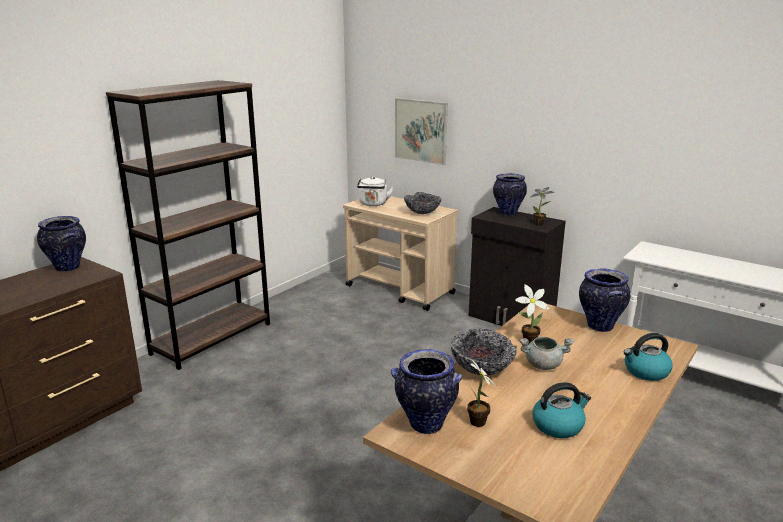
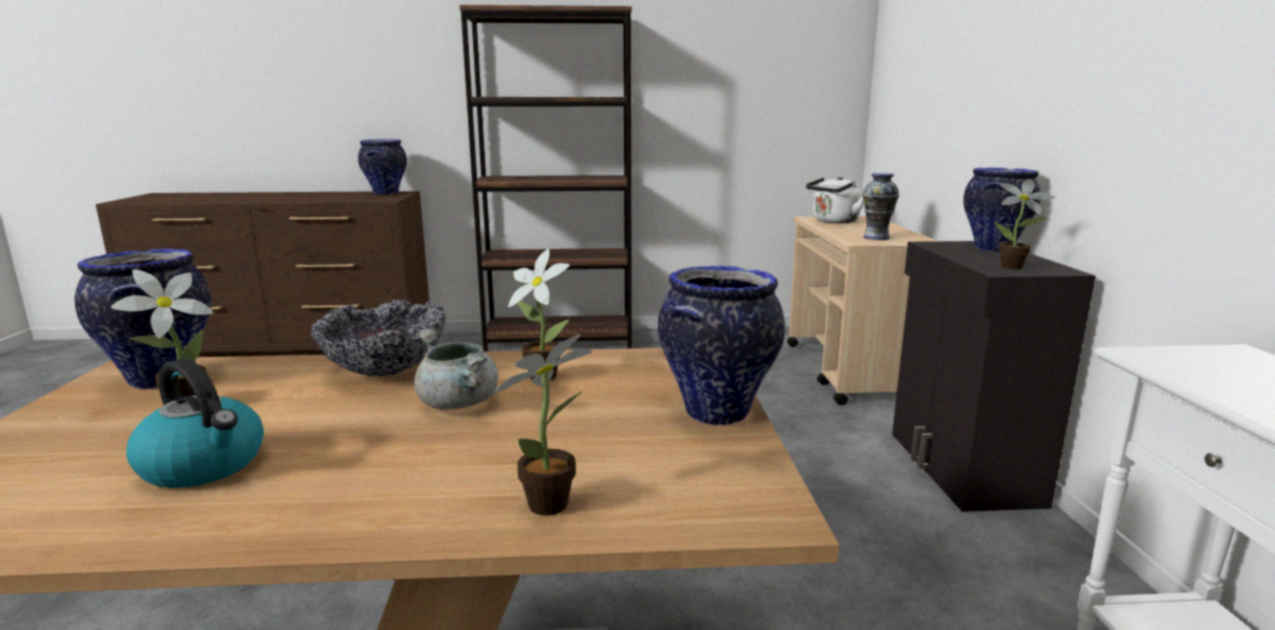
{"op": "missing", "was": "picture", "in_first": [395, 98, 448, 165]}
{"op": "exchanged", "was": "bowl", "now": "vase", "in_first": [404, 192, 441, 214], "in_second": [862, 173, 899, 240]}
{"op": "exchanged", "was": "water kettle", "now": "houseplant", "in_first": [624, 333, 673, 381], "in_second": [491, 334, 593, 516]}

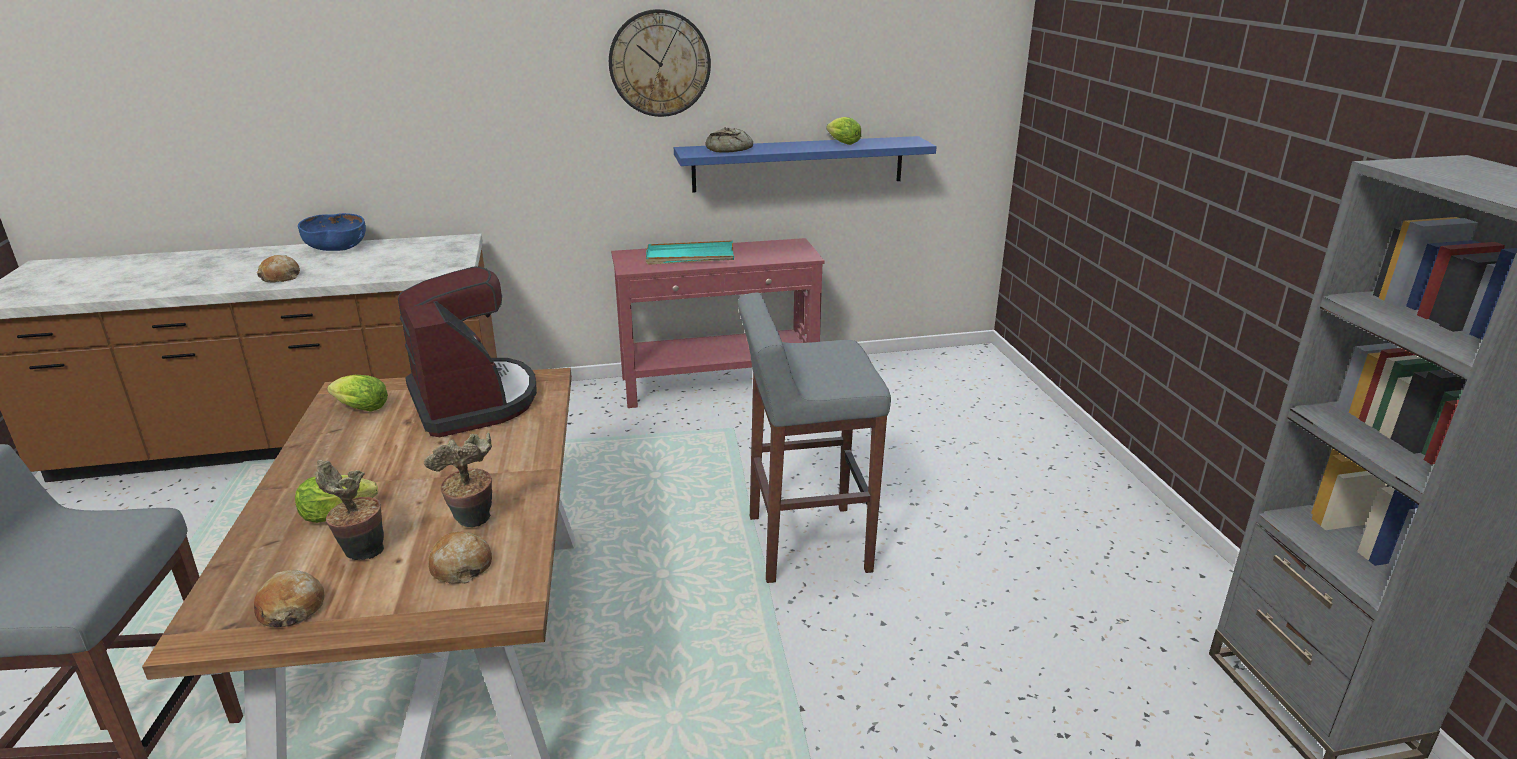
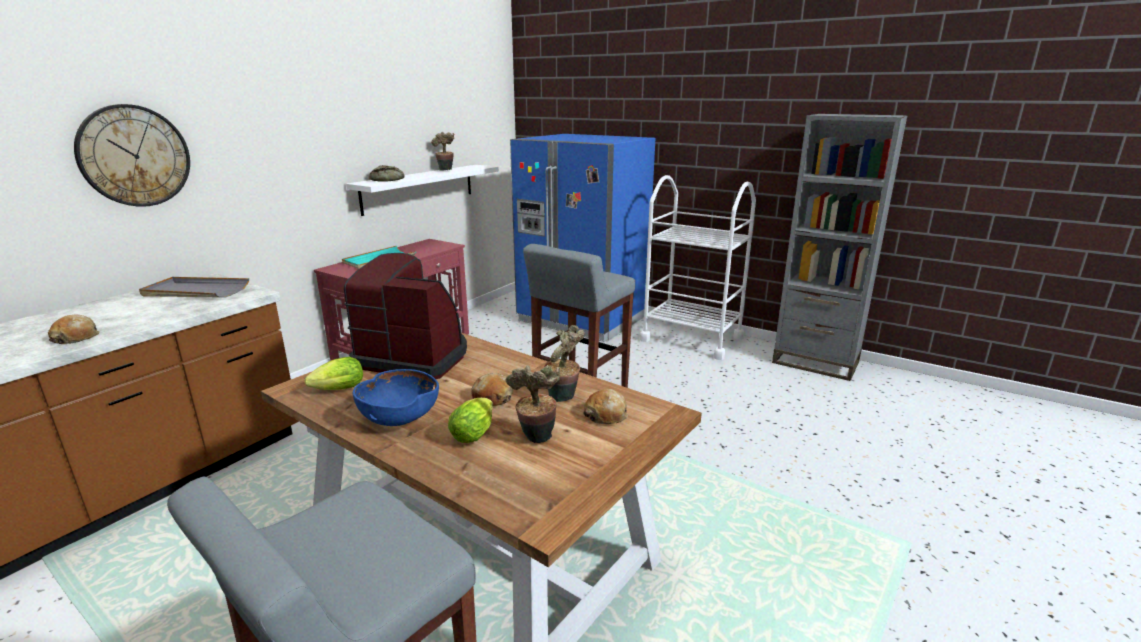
{"op": "relocated", "was": "wall clock", "in_first": [609, 9, 711, 117], "in_second": [74, 104, 190, 207]}
{"op": "exchanged", "was": "head of lettuce", "now": "houseplant", "in_first": [826, 117, 861, 145], "in_second": [431, 132, 454, 170]}
{"op": "colour", "was": "blue wall shelf", "now": "white wall shelf", "in_first": [674, 136, 937, 192], "in_second": [346, 165, 499, 216]}
{"op": "relocated", "was": "blue bowl", "in_first": [298, 213, 366, 251], "in_second": [353, 369, 439, 426]}
{"op": "relocated", "was": "bread", "in_first": [254, 570, 325, 627], "in_second": [471, 373, 513, 406]}
{"op": "appeared", "now": "blue refrigerator", "in_second": [510, 134, 655, 342]}
{"op": "appeared", "now": "white trolley", "in_second": [640, 175, 756, 360]}
{"op": "appeared", "now": "grey tray", "in_second": [139, 277, 249, 298]}

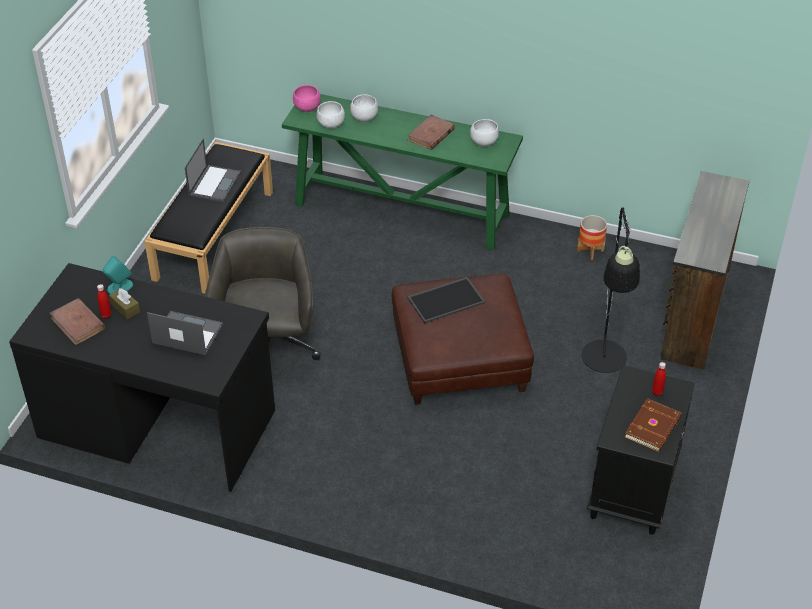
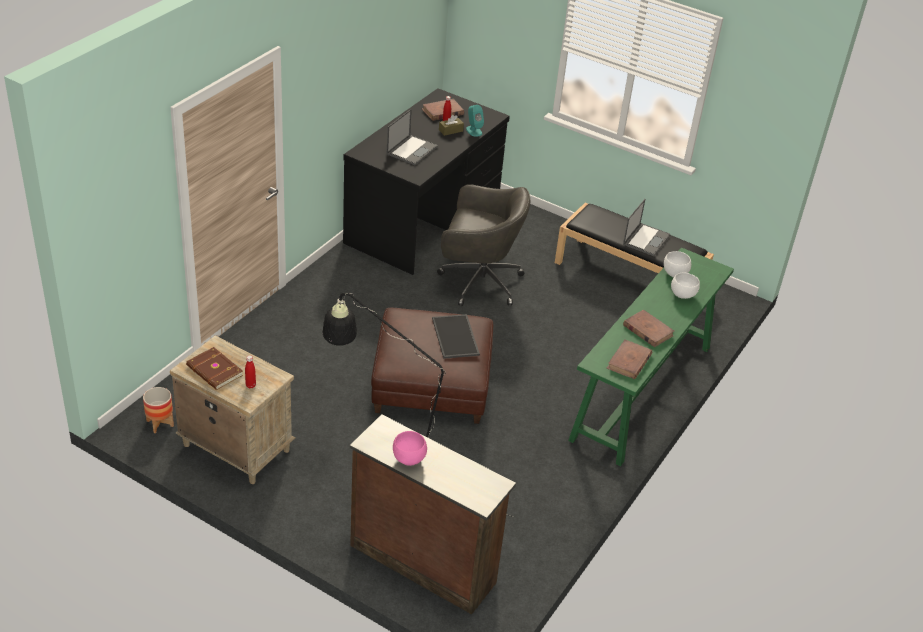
{"op": "relocated", "was": "pink-coloured bowl", "in_first": [293, 85, 321, 112], "in_second": [393, 431, 427, 466]}
{"op": "exchanged", "was": "white bowl", "now": "brown-coloured bound book", "in_first": [470, 119, 499, 146], "in_second": [607, 340, 652, 379]}
{"op": "spun", "was": "notebook computer", "in_first": [185, 139, 241, 202], "in_second": [623, 199, 670, 256], "clockwise": -90}
{"op": "relocated", "was": "flower pot", "in_first": [577, 215, 607, 260], "in_second": [143, 387, 174, 433]}
{"op": "colour", "was": "blackish bedside table", "now": "beige bedside table", "in_first": [587, 366, 695, 535], "in_second": [170, 336, 295, 484]}

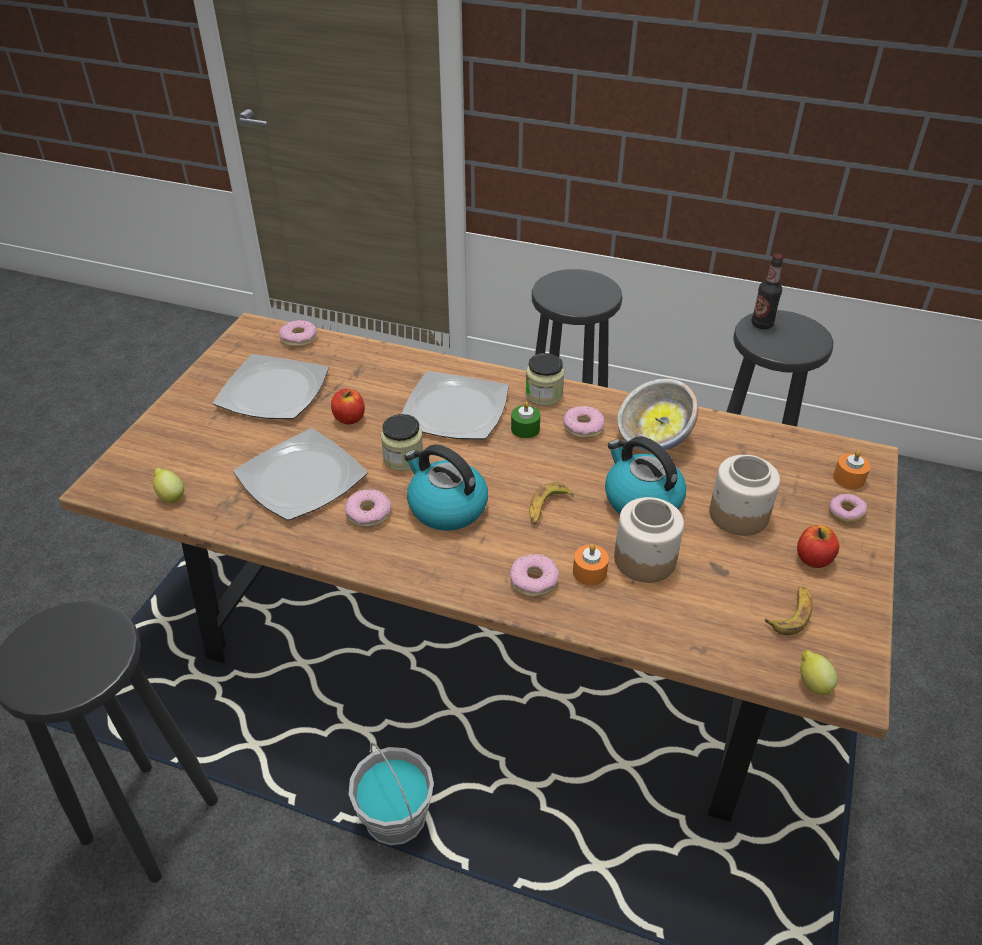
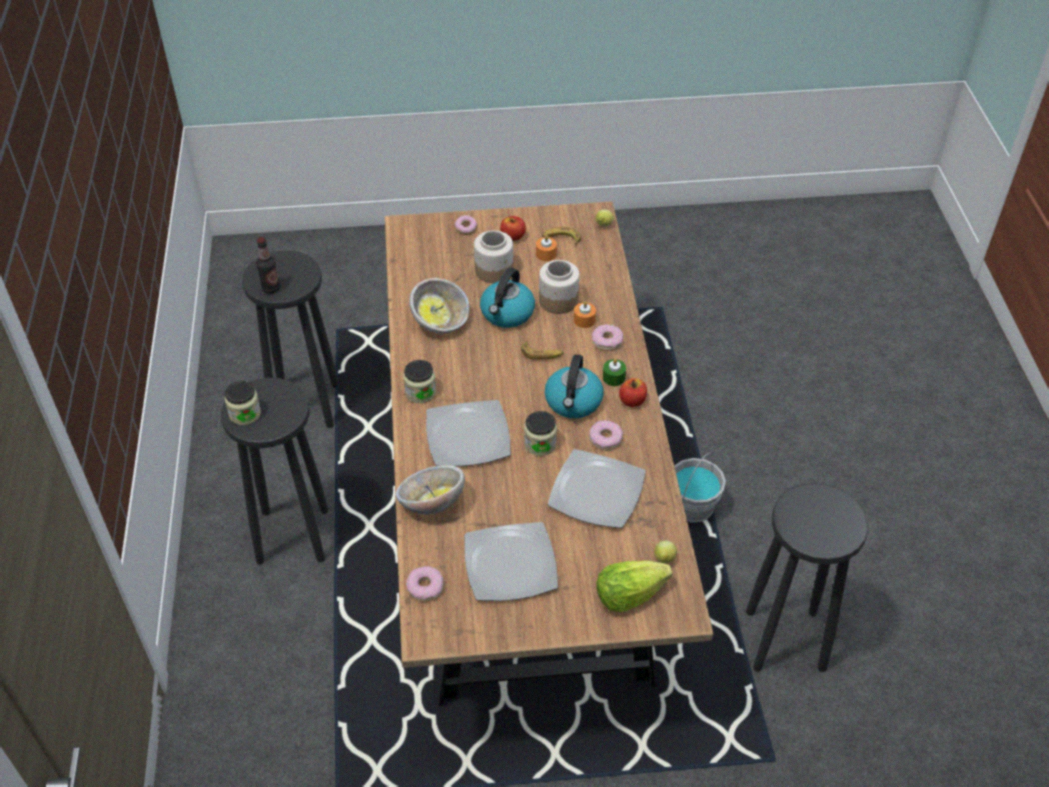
{"op": "relocated", "was": "whole apple", "in_first": [331, 389, 365, 425], "in_second": [619, 378, 647, 407]}
{"op": "relocated", "was": "green-coloured wax light", "in_first": [511, 401, 541, 438], "in_second": [603, 358, 626, 386]}
{"op": "missing", "was": "donut", "in_first": [563, 406, 604, 438]}
{"op": "relocated", "was": "orange wax light", "in_first": [833, 451, 871, 489], "in_second": [536, 235, 557, 261]}
{"op": "appeared", "now": "jar", "in_second": [225, 381, 261, 425]}
{"op": "appeared", "now": "bowl", "in_second": [396, 465, 465, 514]}
{"op": "appeared", "now": "head of lettuce", "in_second": [596, 560, 672, 612]}

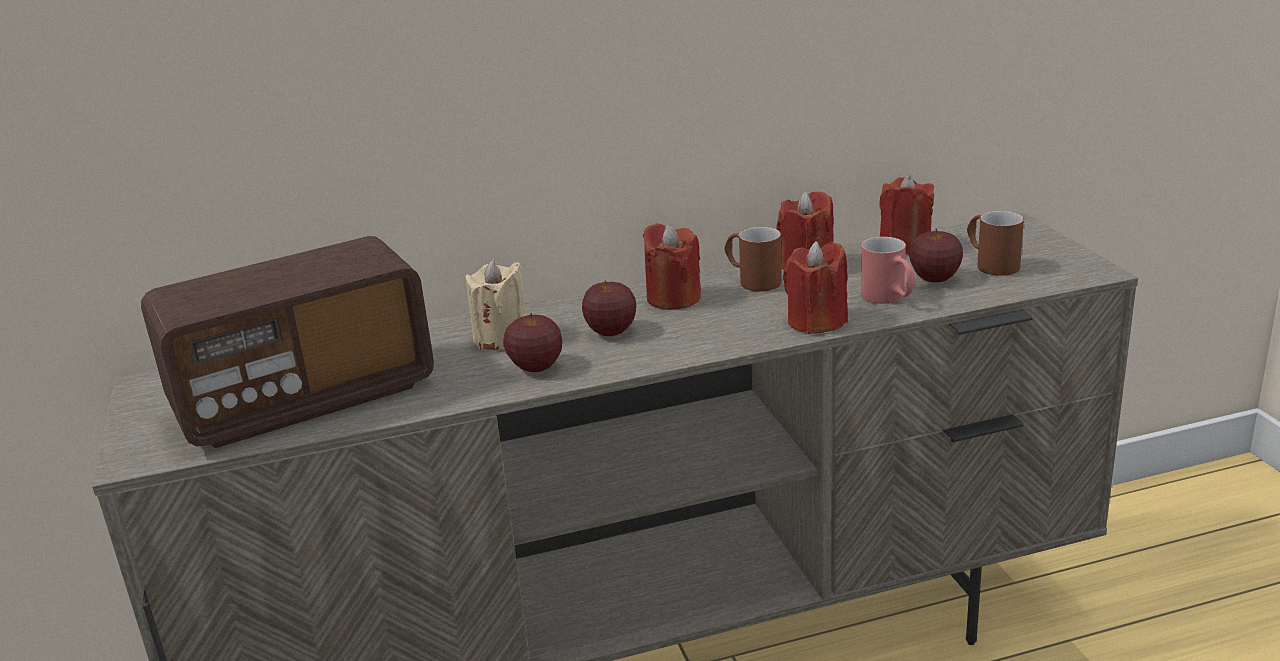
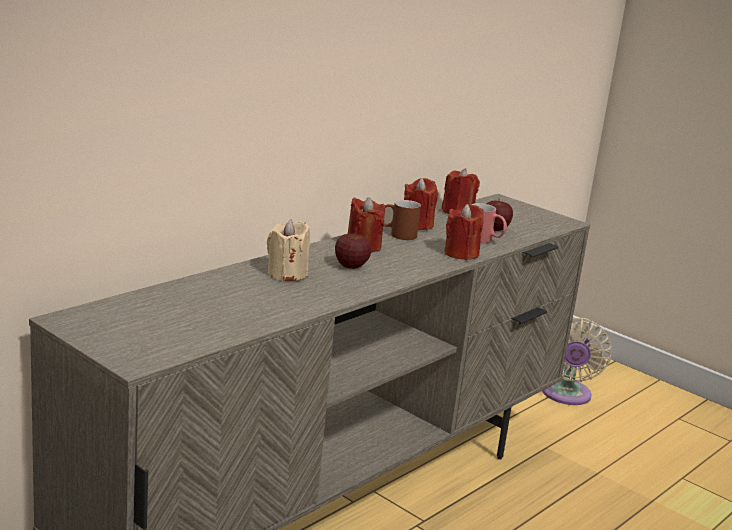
{"op": "missing", "was": "brown-coloured tea mug", "in_first": [967, 211, 1024, 276]}
{"op": "missing", "was": "radio set", "in_first": [141, 236, 434, 448]}
{"op": "missing", "was": "whole apple", "in_first": [504, 313, 562, 372]}
{"op": "appeared", "now": "beige electric fan", "in_second": [542, 318, 612, 405]}

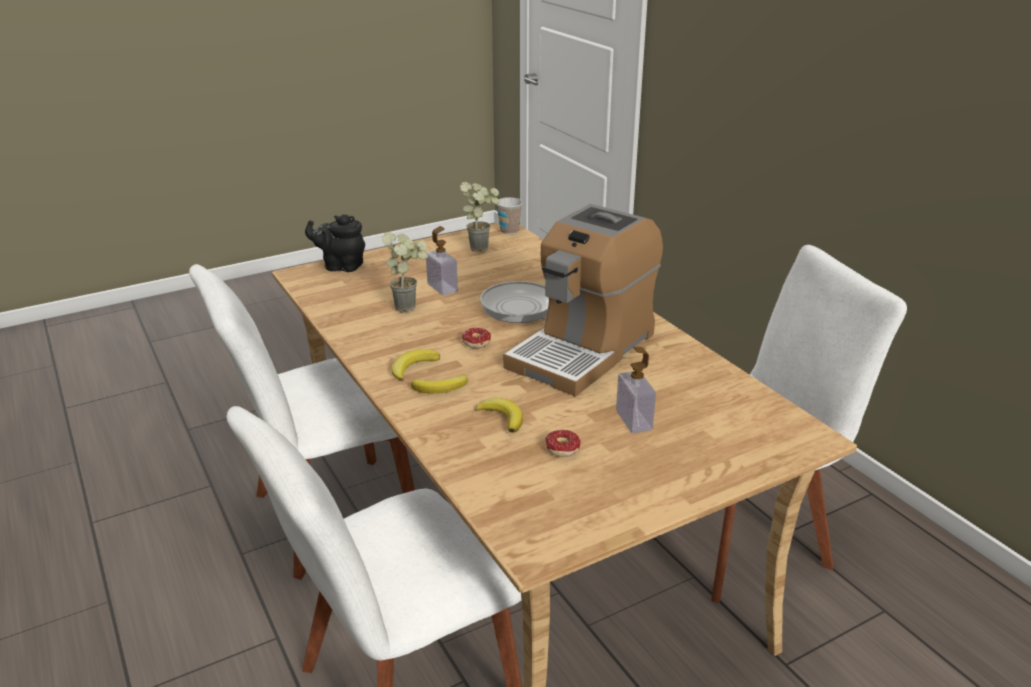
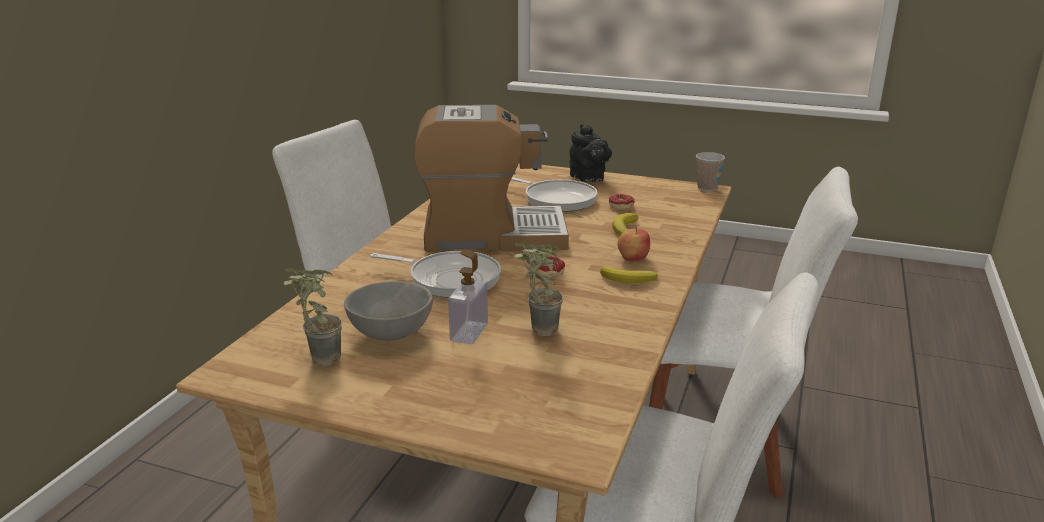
{"op": "relocated", "was": "drinking cup", "in_first": [497, 197, 523, 234], "in_second": [696, 152, 725, 191]}
{"op": "relocated", "was": "blackish tea pot", "in_first": [305, 214, 365, 272], "in_second": [569, 124, 612, 182]}
{"op": "exchanged", "was": "soap dispenser", "now": "skillet", "in_first": [616, 346, 656, 433], "in_second": [511, 177, 597, 212]}
{"op": "exchanged", "was": "banana fruit", "now": "whole apple", "in_first": [411, 374, 468, 393], "in_second": [617, 227, 650, 262]}
{"op": "appeared", "now": "grey bowl", "in_second": [344, 281, 433, 341]}

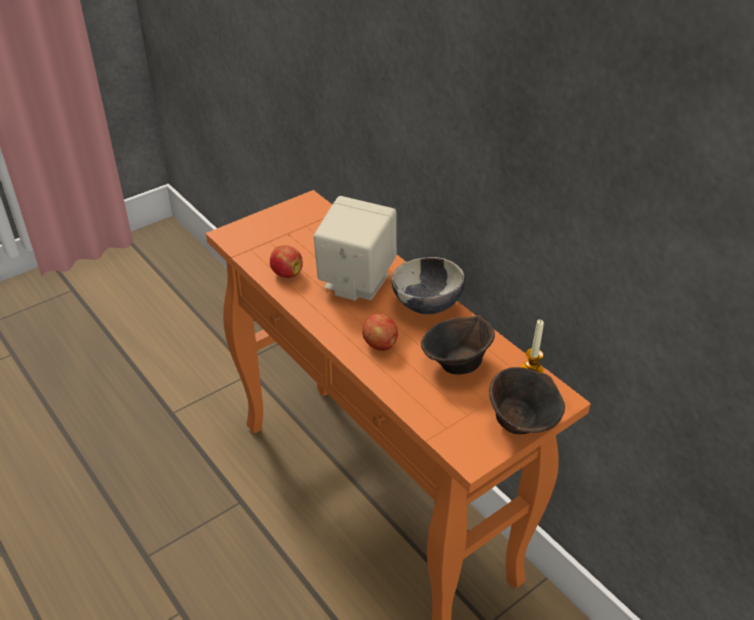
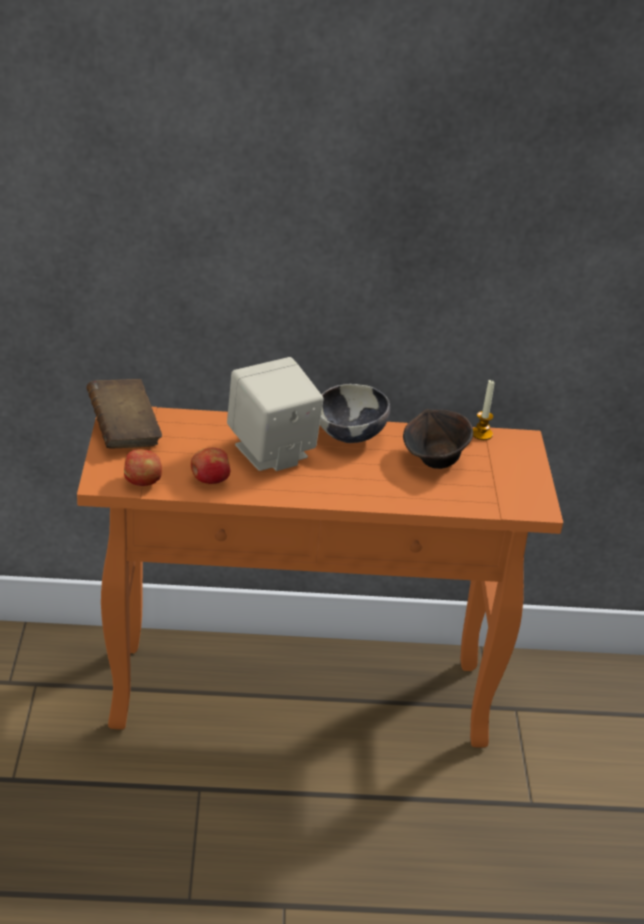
{"op": "relocated", "was": "whole apple", "in_first": [362, 314, 398, 351], "in_second": [124, 449, 162, 486]}
{"op": "missing", "was": "brown-coloured bowl", "in_first": [489, 367, 565, 434]}
{"op": "appeared", "now": "brown-coloured bound book", "in_second": [86, 379, 162, 449]}

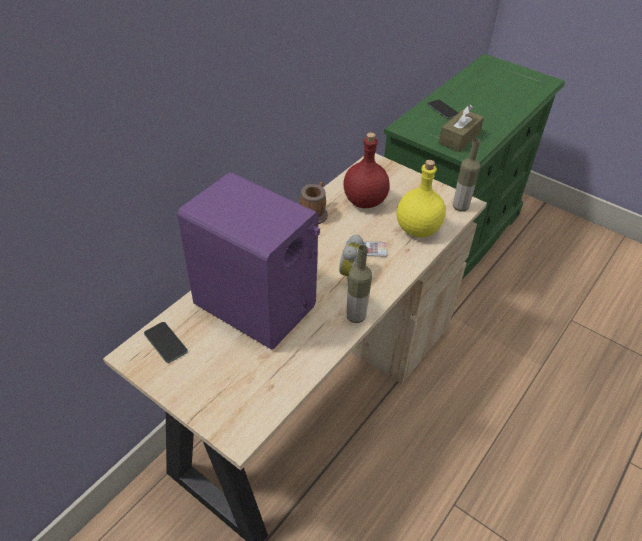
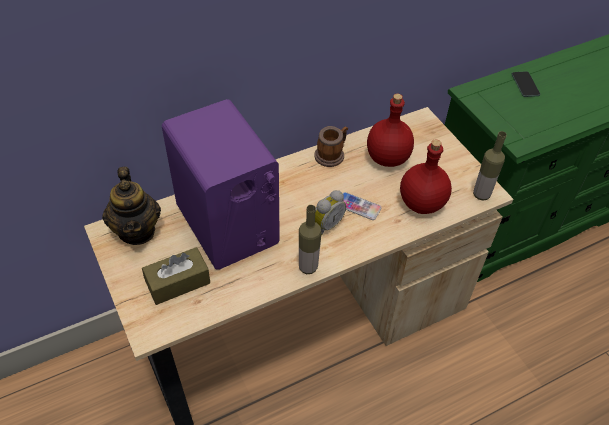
{"op": "relocated", "was": "brown-coloured tissue box", "in_first": [439, 105, 484, 152], "in_second": [142, 247, 210, 305]}
{"op": "colour", "was": "yellow-coloured bottle", "now": "red-coloured bottle", "in_first": [397, 160, 446, 238], "in_second": [400, 139, 452, 214]}
{"op": "exchanged", "was": "telephone", "now": "tea pot", "in_first": [144, 322, 188, 363], "in_second": [102, 167, 161, 245]}

